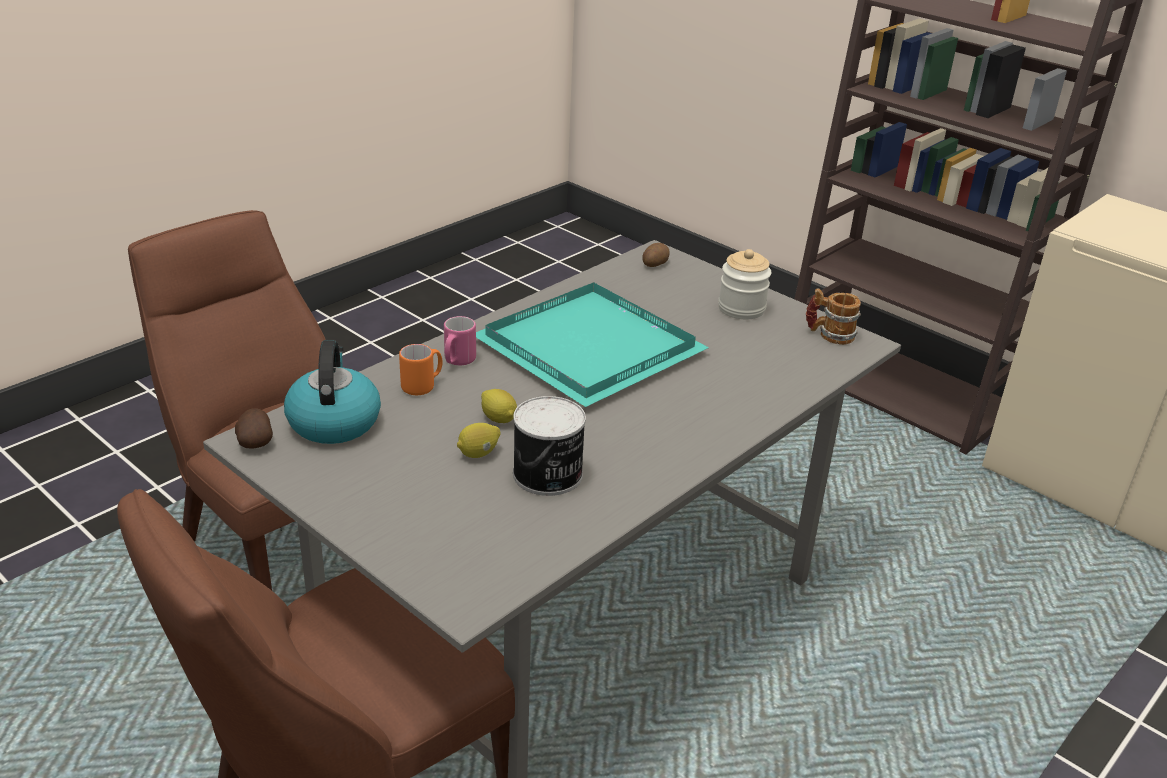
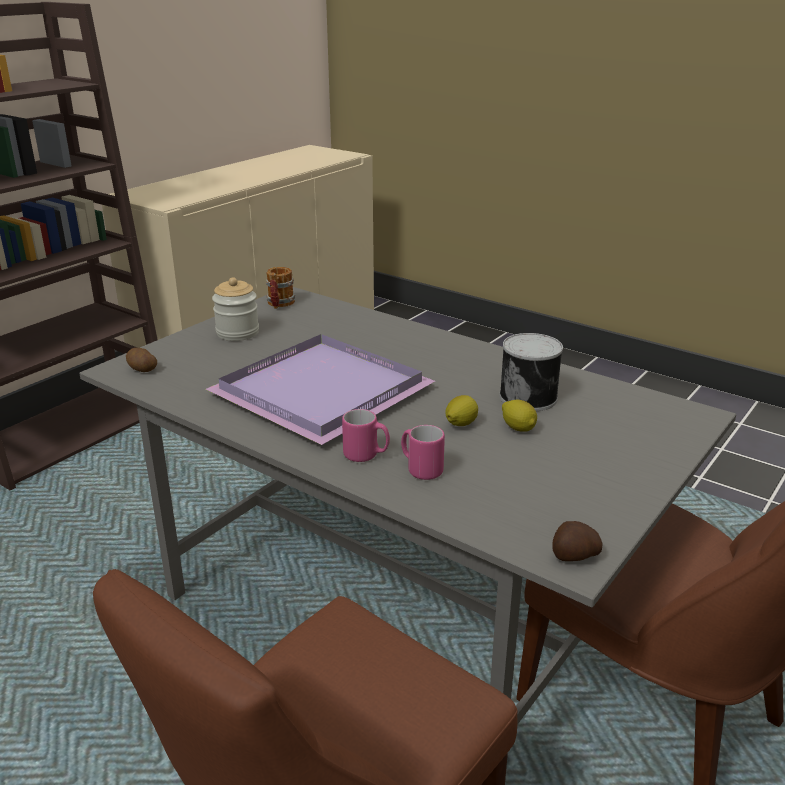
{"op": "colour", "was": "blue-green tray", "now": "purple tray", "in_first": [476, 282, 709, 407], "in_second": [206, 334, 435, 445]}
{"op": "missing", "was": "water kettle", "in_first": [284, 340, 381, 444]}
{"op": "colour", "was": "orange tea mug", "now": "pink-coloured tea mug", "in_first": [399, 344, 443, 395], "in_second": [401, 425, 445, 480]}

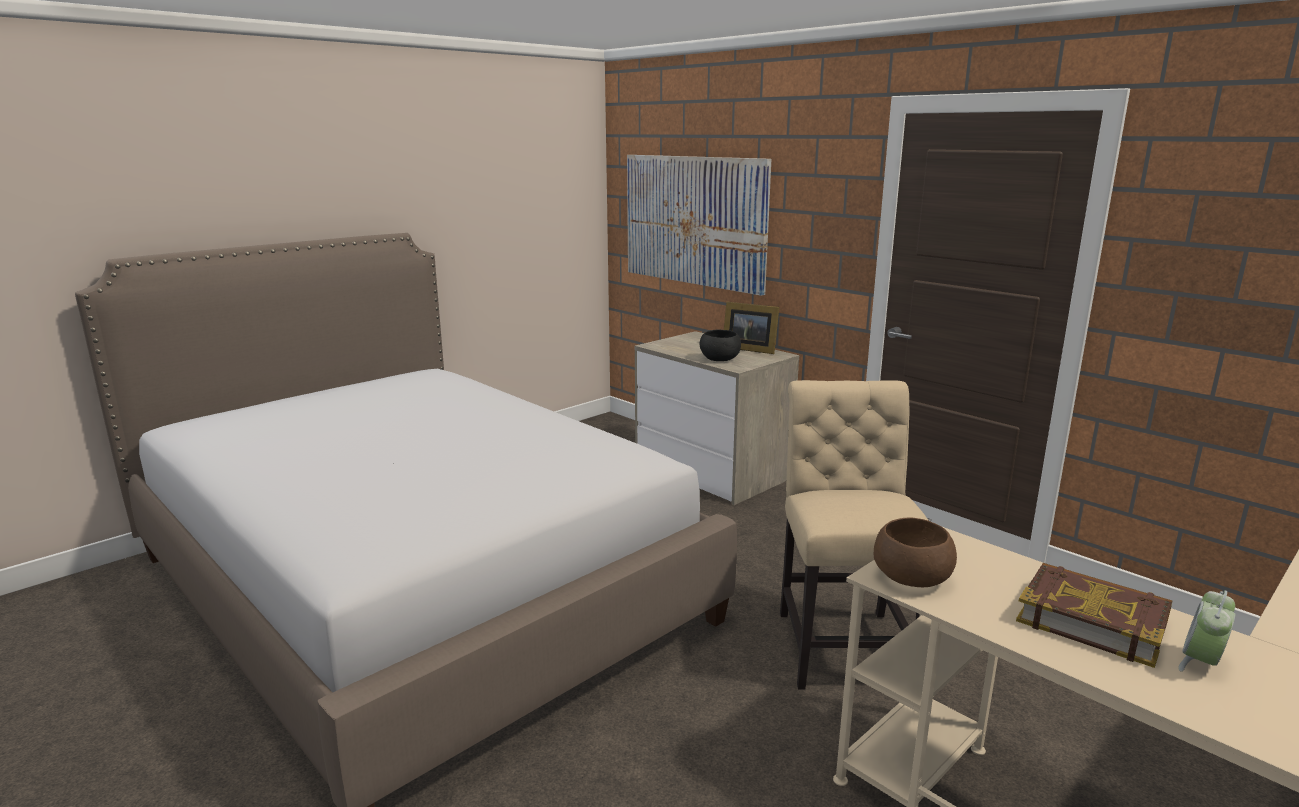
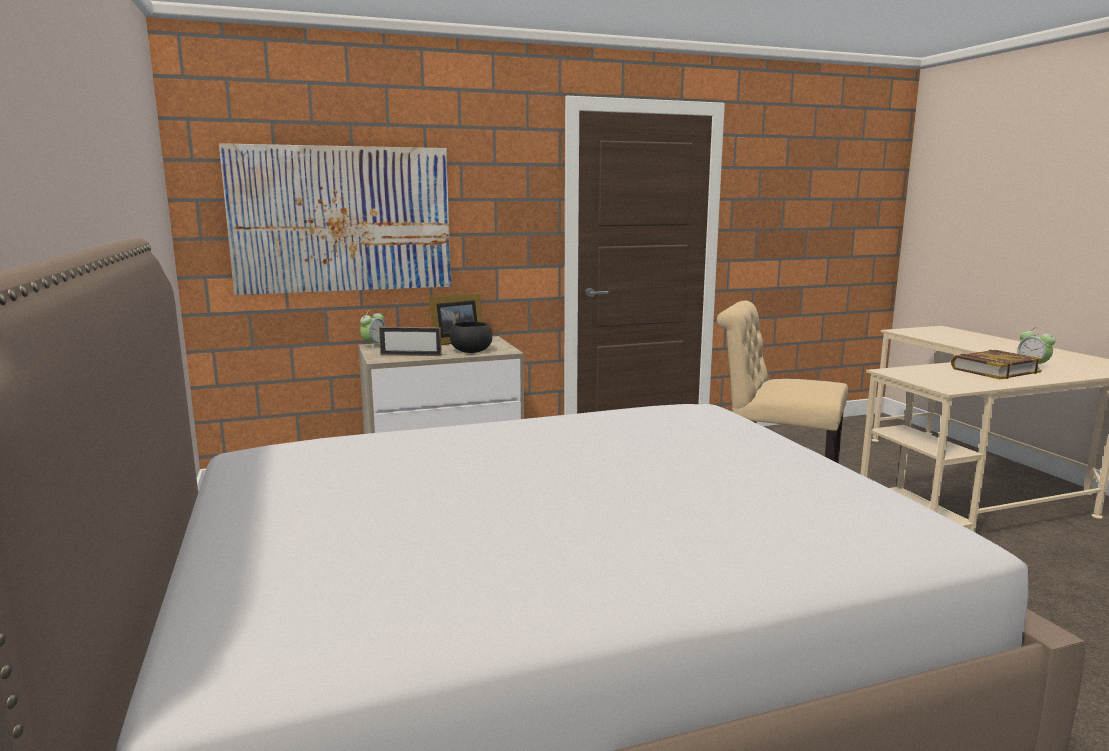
{"op": "missing", "was": "brown-coloured bowl", "in_first": [874, 518, 957, 587]}
{"op": "appeared", "now": "table clock", "in_second": [360, 310, 386, 348]}
{"op": "appeared", "now": "picture frame", "in_second": [379, 327, 442, 356]}

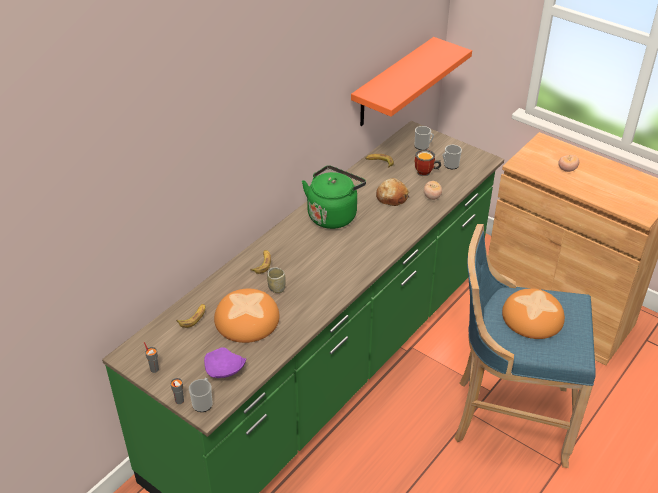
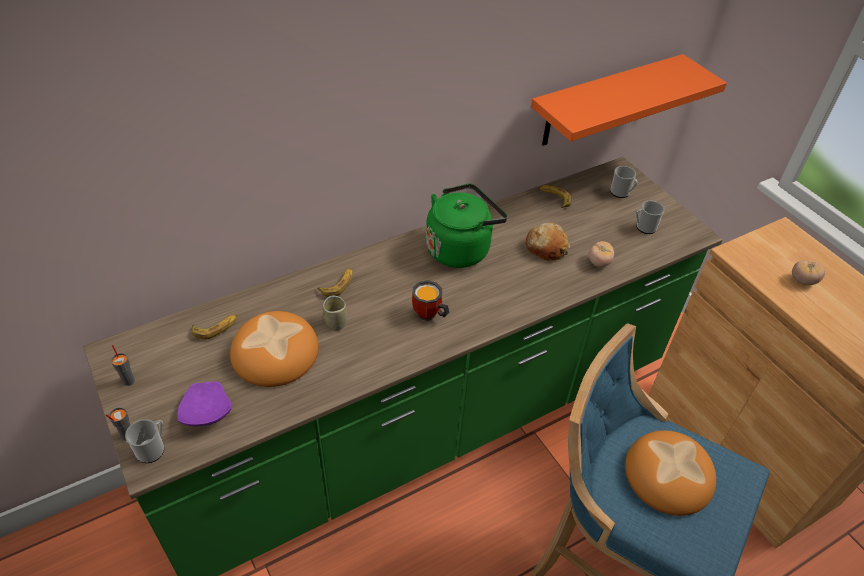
{"op": "relocated", "was": "tea mug", "in_first": [415, 149, 441, 176], "in_second": [412, 280, 449, 321]}

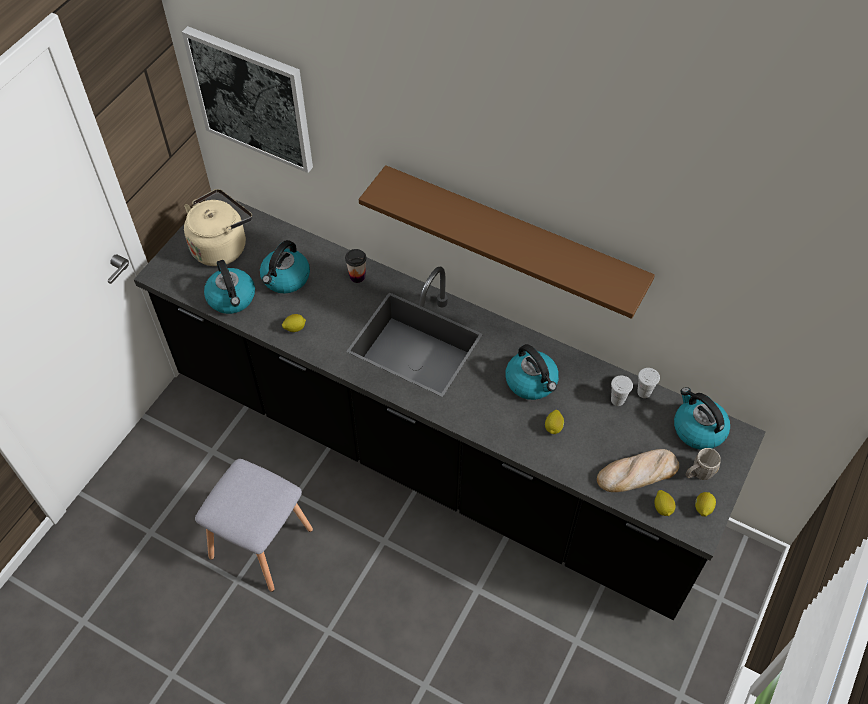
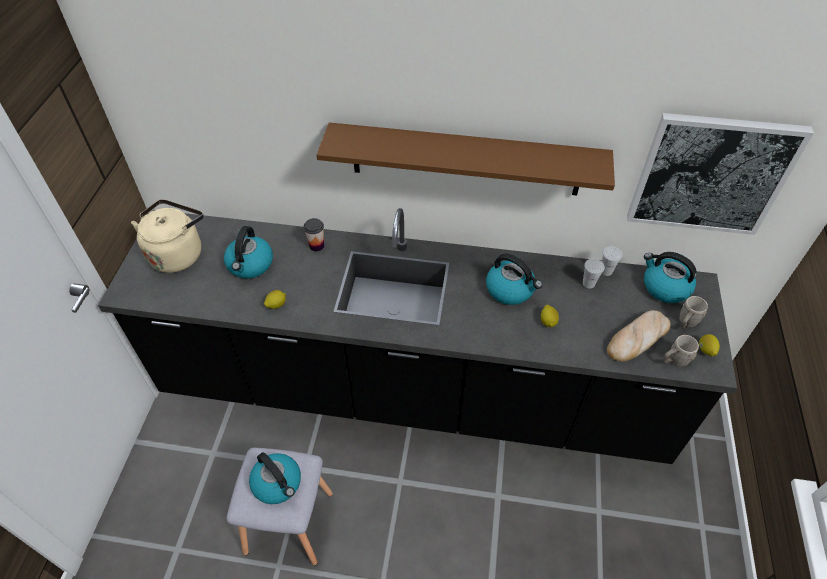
{"op": "relocated", "was": "picture", "in_first": [182, 26, 313, 173], "in_second": [627, 113, 814, 235]}
{"op": "relocated", "was": "water kettle", "in_first": [204, 260, 255, 314], "in_second": [249, 452, 301, 504]}
{"op": "exchanged", "was": "lemon", "now": "grey tea mug", "in_first": [654, 490, 675, 516], "in_second": [663, 335, 699, 367]}

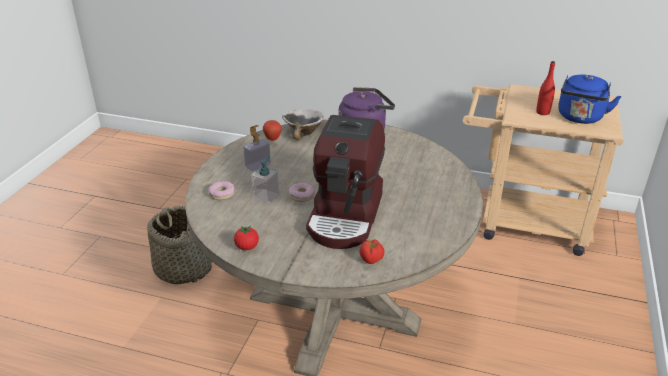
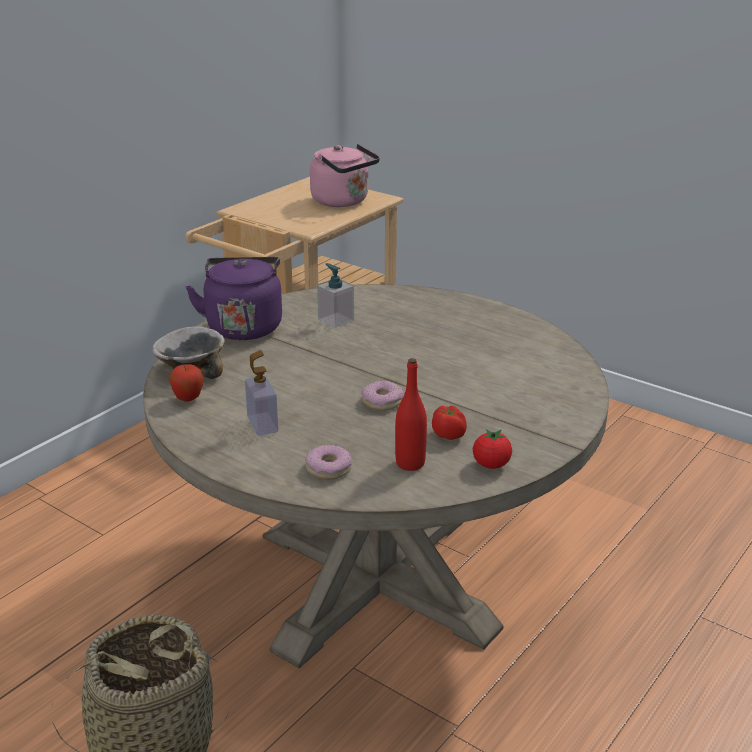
{"op": "relocated", "was": "red-coloured bottle", "in_first": [536, 61, 555, 115], "in_second": [395, 358, 427, 471]}
{"op": "colour", "was": "blue water kettle", "now": "pink-coloured water kettle", "in_first": [558, 75, 622, 124], "in_second": [310, 144, 380, 207]}
{"op": "missing", "was": "coffee brewer", "in_first": [306, 115, 385, 249]}
{"op": "relocated", "was": "soap dispenser", "in_first": [251, 156, 279, 203], "in_second": [317, 263, 354, 328]}
{"op": "relocated", "was": "whole tomato", "in_first": [360, 239, 384, 264], "in_second": [432, 406, 467, 440]}

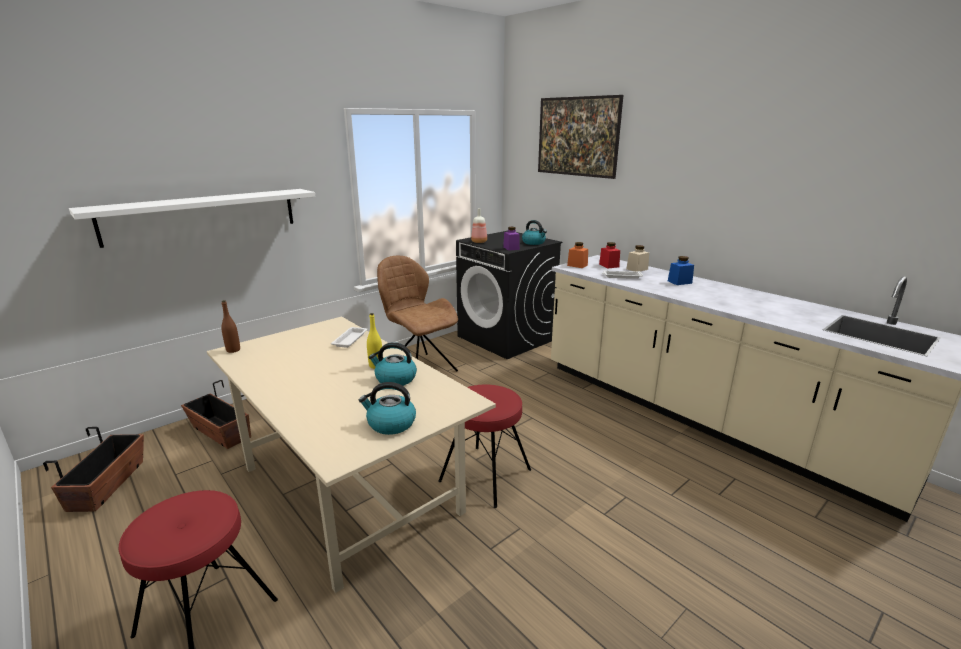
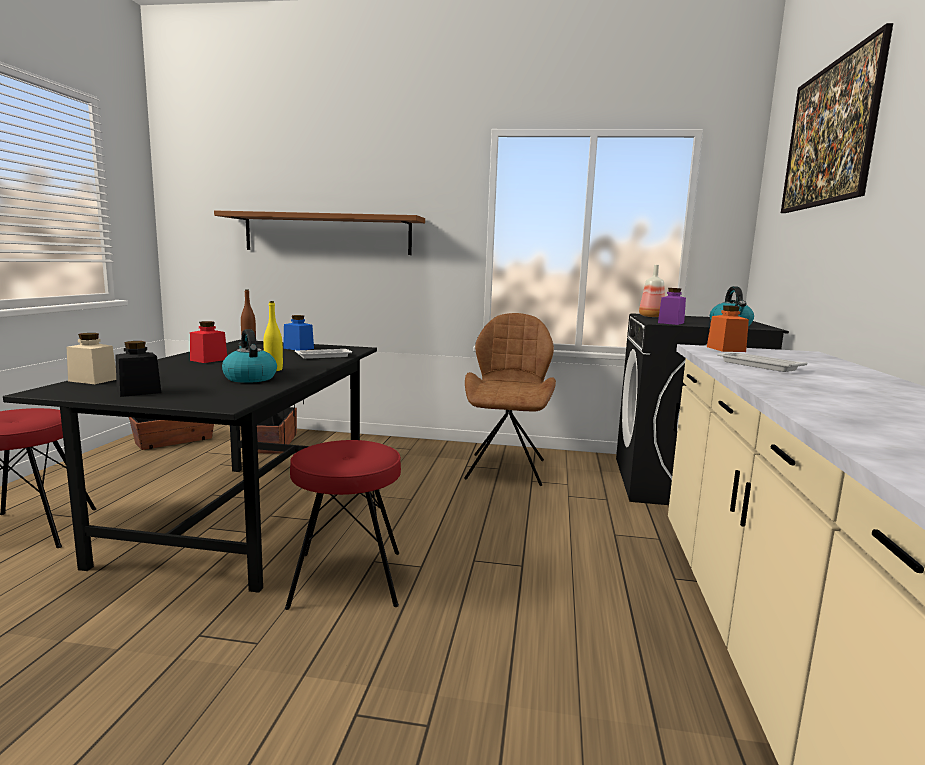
{"op": "colour", "was": "white wall shelf", "now": "brown-coloured wall shelf", "in_first": [69, 189, 316, 248], "in_second": [214, 210, 425, 255]}
{"op": "relocated", "was": "red-coloured jar", "in_first": [599, 242, 620, 268], "in_second": [190, 321, 227, 363]}
{"op": "relocated", "was": "beige jar", "in_first": [626, 245, 649, 272], "in_second": [67, 333, 116, 384]}
{"op": "relocated", "was": "blue jar", "in_first": [668, 256, 694, 285], "in_second": [283, 315, 314, 351]}
{"op": "colour", "was": "beige dinner table", "now": "blackish dinner table", "in_first": [207, 316, 496, 593], "in_second": [3, 340, 377, 593]}
{"op": "exchanged", "was": "water kettle", "now": "blackish jar", "in_first": [359, 382, 416, 435], "in_second": [115, 341, 161, 397]}

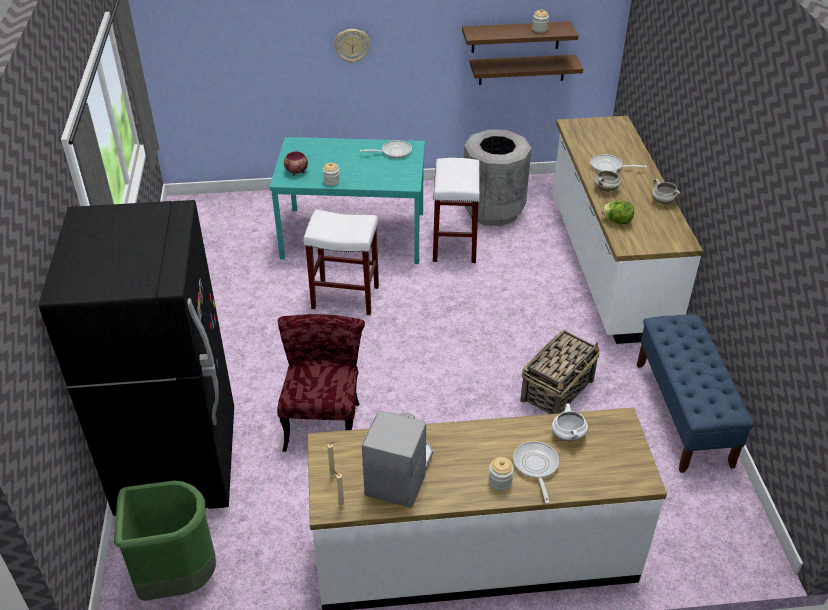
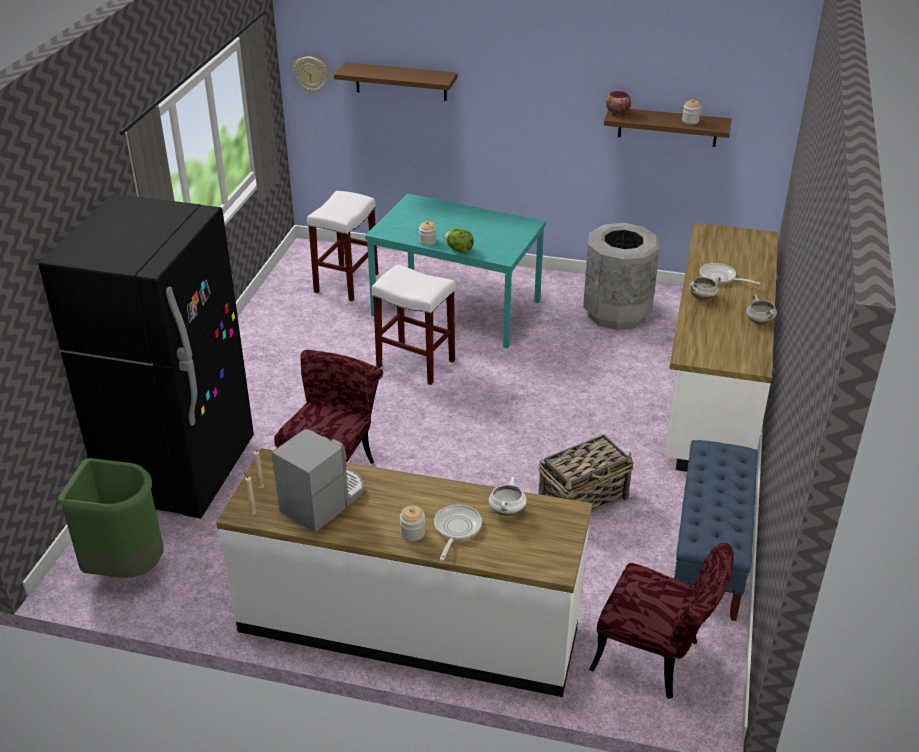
{"op": "relocated", "was": "wall clock", "in_first": [334, 29, 370, 63], "in_second": [293, 57, 328, 93]}
{"op": "relocated", "was": "brown-coloured wall shelf", "in_first": [470, 55, 583, 85], "in_second": [334, 62, 458, 101]}
{"op": "missing", "was": "skillet", "in_first": [360, 140, 412, 158]}
{"op": "relocated", "was": "bowl", "in_first": [284, 151, 308, 176], "in_second": [605, 91, 631, 116]}
{"op": "relocated", "was": "white stool", "in_first": [433, 158, 480, 263], "in_second": [307, 191, 379, 301]}
{"op": "relocated", "was": "head of lettuce", "in_first": [602, 200, 634, 224], "in_second": [445, 228, 474, 253]}
{"op": "appeared", "now": "red-coloured upright chair", "in_second": [589, 543, 734, 699]}

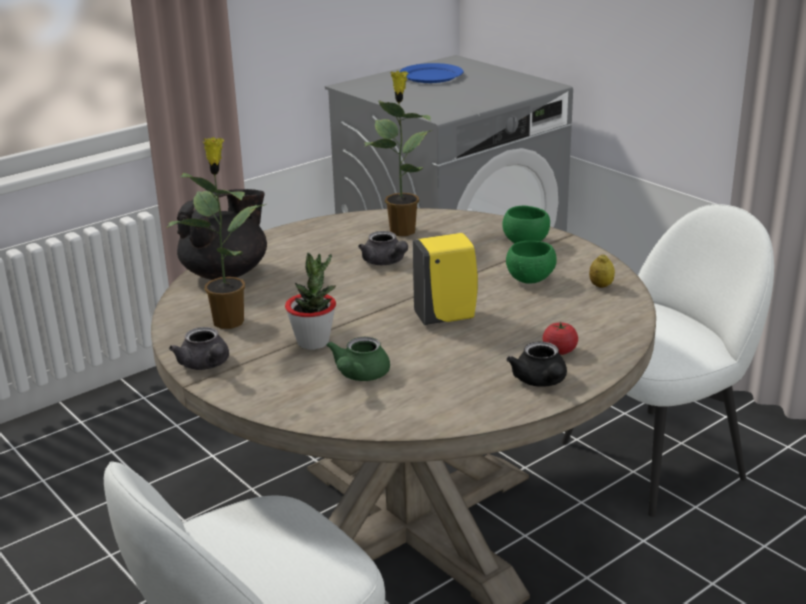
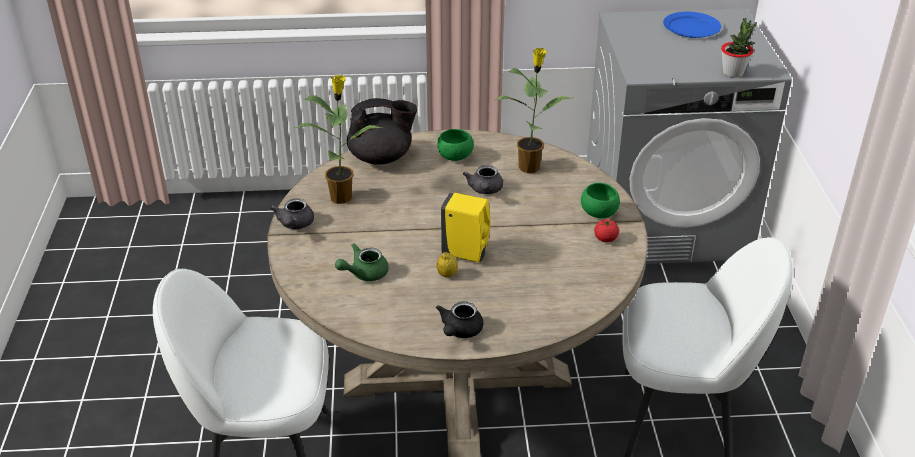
{"op": "relocated", "was": "green-coloured bowl", "in_first": [506, 241, 557, 284], "in_second": [437, 129, 474, 161]}
{"op": "relocated", "was": "houseplant", "in_first": [285, 253, 336, 350], "in_second": [721, 18, 757, 78]}
{"op": "relocated", "was": "lemon", "in_first": [589, 254, 615, 288], "in_second": [437, 252, 458, 277]}
{"op": "relocated", "was": "whole tomato", "in_first": [543, 322, 578, 355], "in_second": [594, 219, 619, 242]}

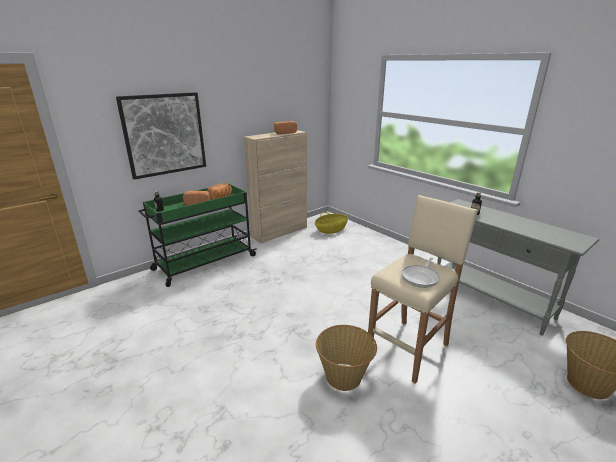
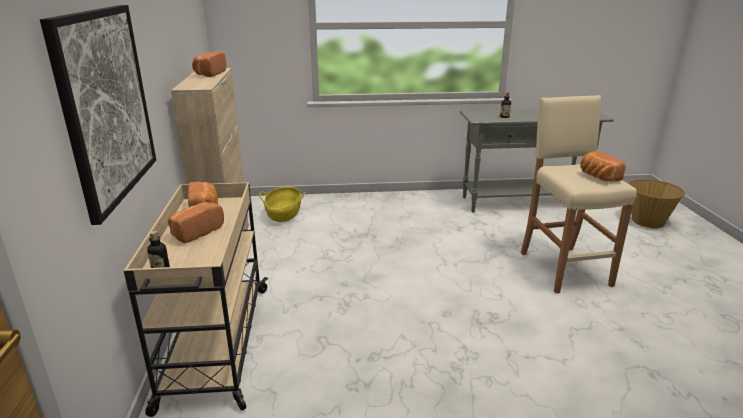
{"op": "colour", "was": "green-coloured trolley", "now": "beige trolley", "in_first": [138, 184, 257, 287], "in_second": [124, 182, 268, 417]}
{"op": "exchanged", "was": "skillet", "now": "bread", "in_first": [401, 257, 440, 288], "in_second": [580, 151, 626, 182]}
{"op": "missing", "was": "basket", "in_first": [316, 325, 377, 391]}

